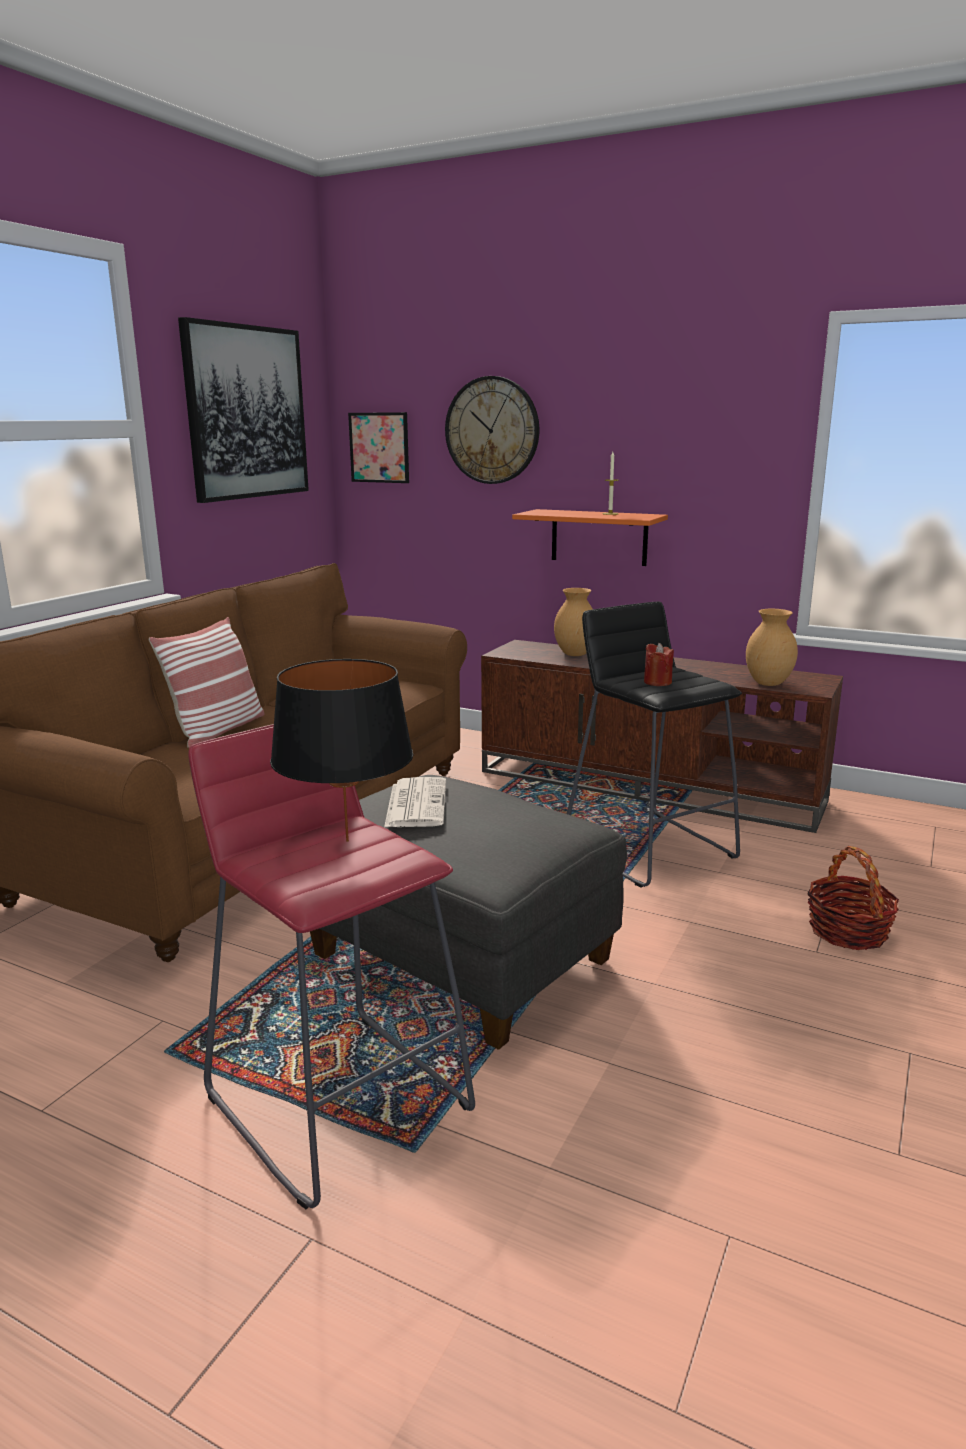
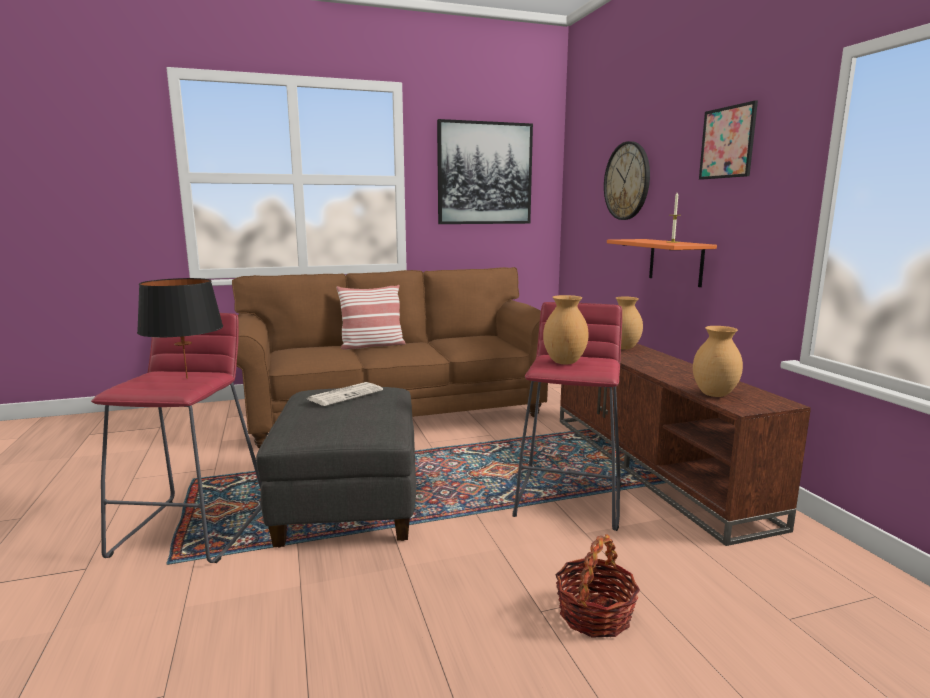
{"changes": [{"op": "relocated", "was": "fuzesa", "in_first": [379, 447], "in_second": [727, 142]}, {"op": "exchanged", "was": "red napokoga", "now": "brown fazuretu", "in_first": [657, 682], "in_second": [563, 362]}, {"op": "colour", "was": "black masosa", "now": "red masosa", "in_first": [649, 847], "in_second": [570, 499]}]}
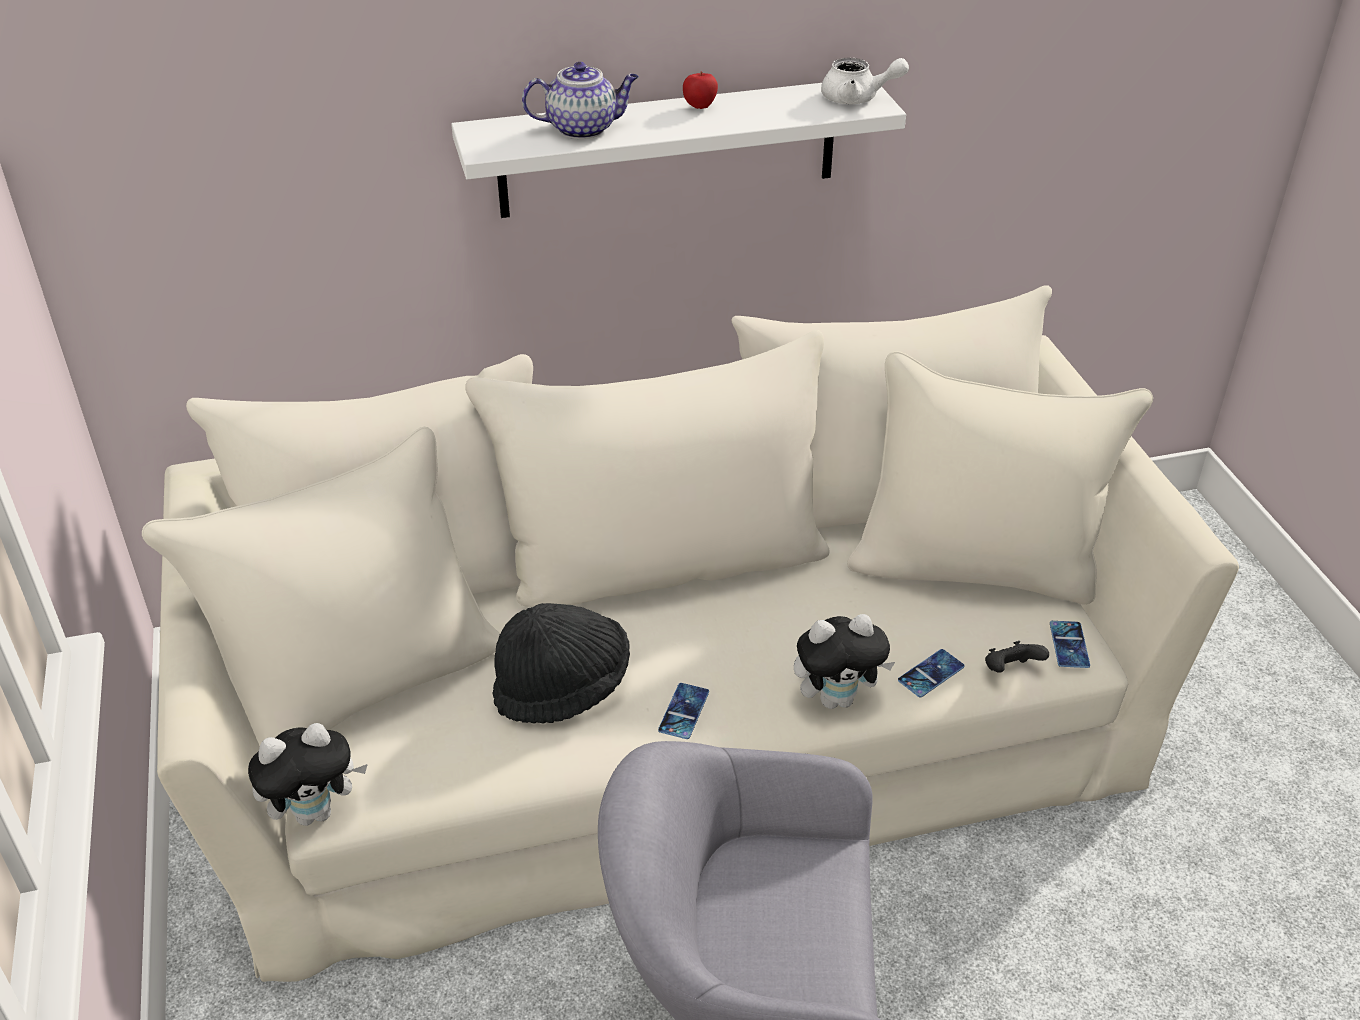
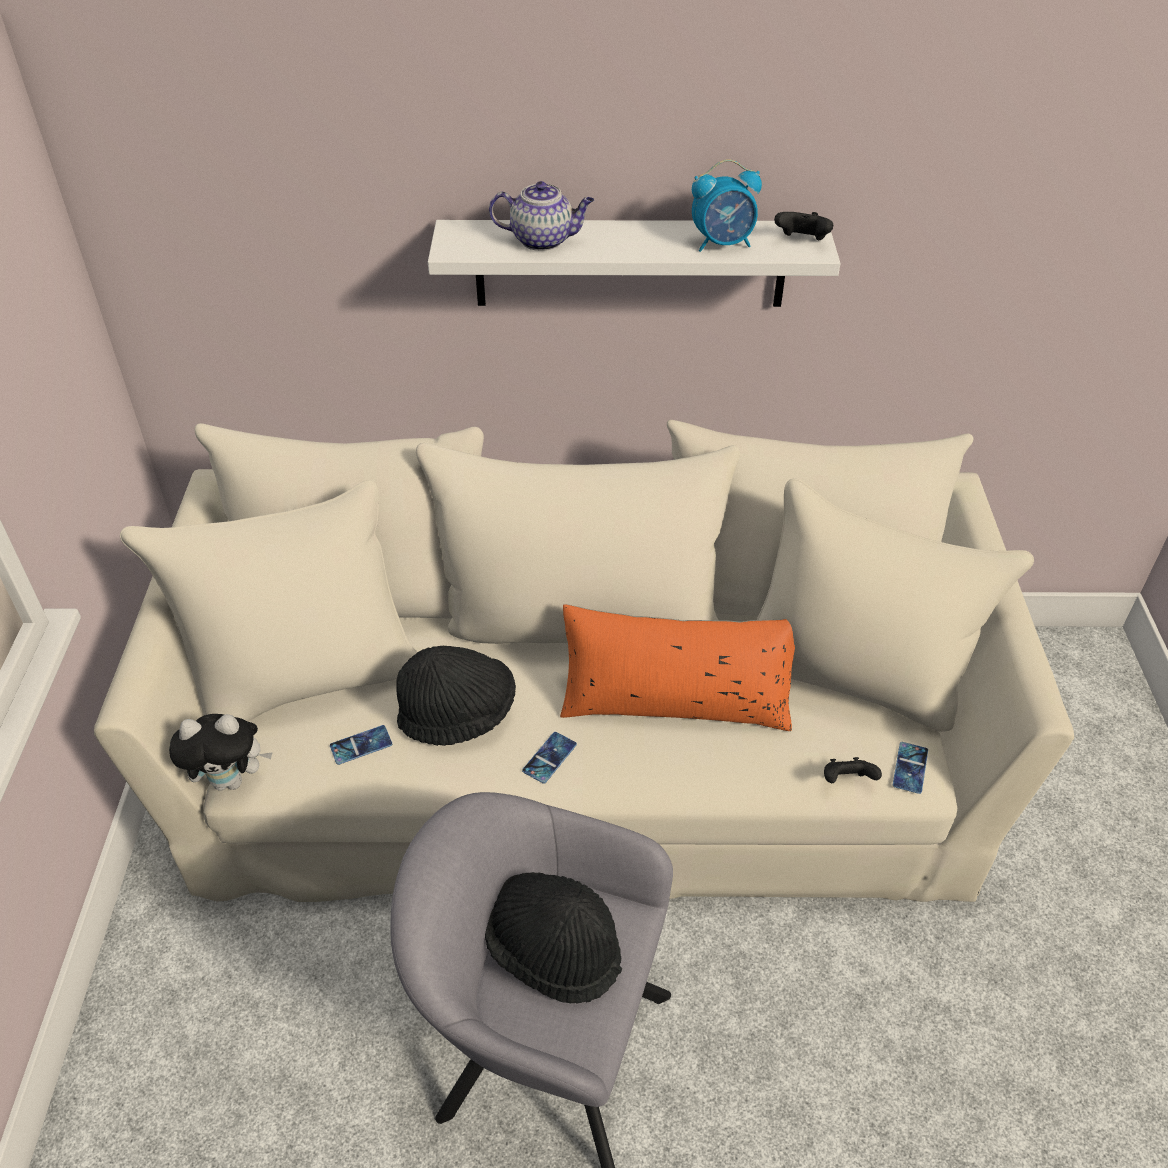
{"changes": [{"op": "missing", "was": "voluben", "in_first": [699, 107]}, {"op": "missing", "was": "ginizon", "in_first": [837, 698]}, {"op": "appeared", "now": "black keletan", "in_second": [553, 950]}, {"op": "appeared", "now": "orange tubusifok", "in_second": [675, 701]}, {"op": "appeared", "now": "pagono", "in_second": [723, 244]}, {"op": "relocated", "was": "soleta", "in_first": [931, 673], "in_second": [361, 745]}, {"op": "exchanged", "was": "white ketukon", "now": "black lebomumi", "in_first": [857, 98], "in_second": [802, 241]}]}
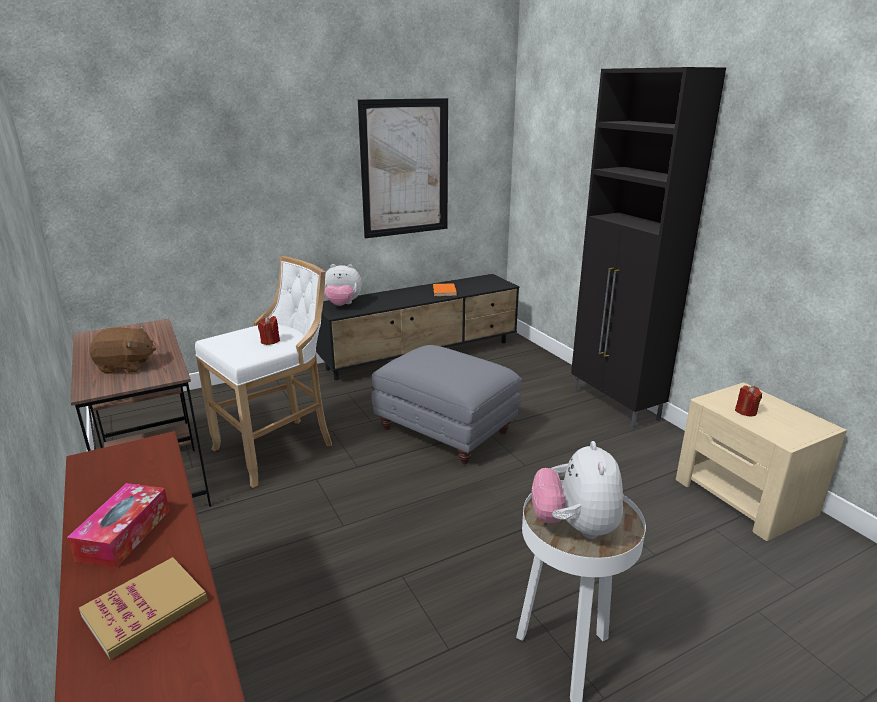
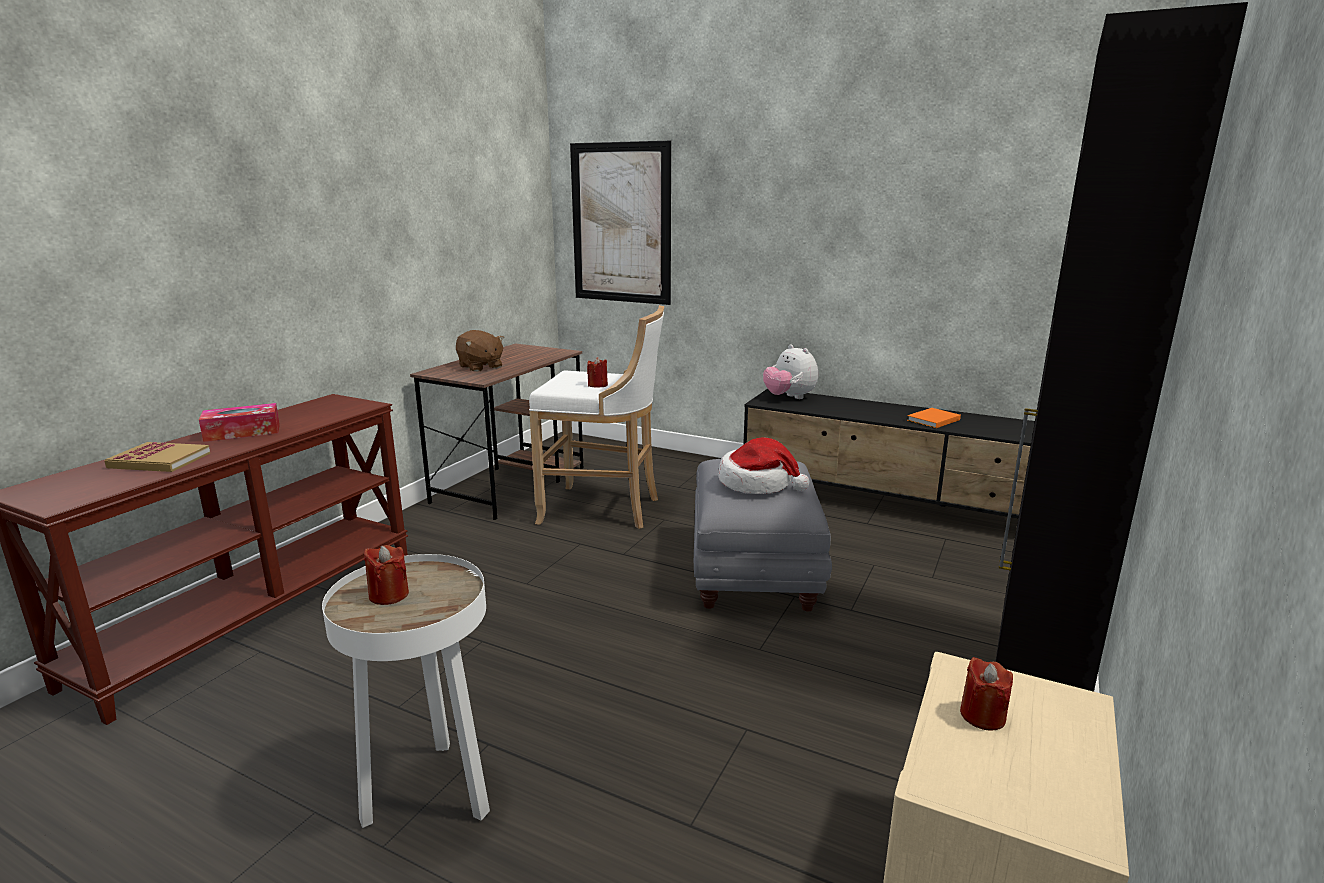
{"changes": [{"op": "appeared", "now": "keletan", "in_second": [757, 483]}, {"op": "relocated", "was": "fuzesa", "in_first": [405, 168], "in_second": [621, 224]}, {"op": "exchanged", "was": "ginizon", "now": "red napokoga", "in_first": [575, 527], "in_second": [389, 595]}]}
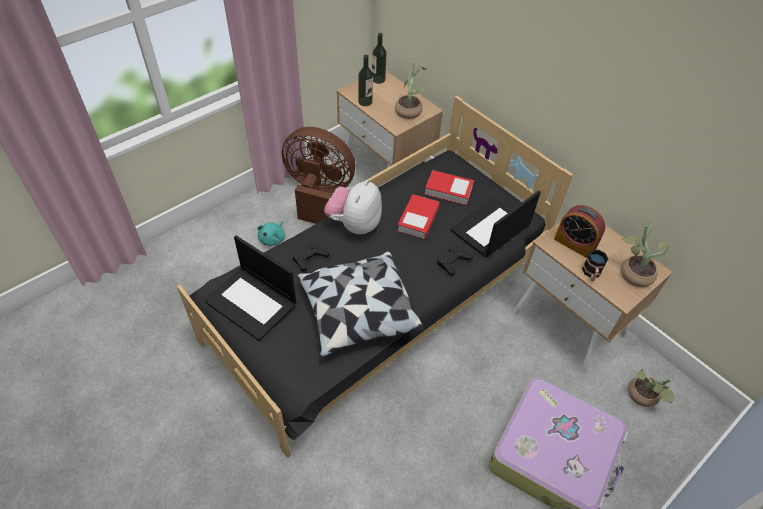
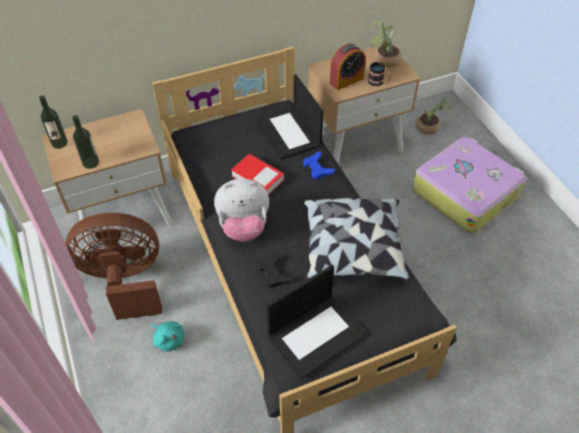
{"changes": [{"op": "missing", "was": "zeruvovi", "in_first": [409, 109]}, {"op": "missing", "was": "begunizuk", "in_first": [448, 190]}, {"op": "colour", "was": "black lebomumi", "now": "blue lebomumi", "in_first": [453, 262], "in_second": [317, 168]}, {"op": "spun", "was": "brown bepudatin", "in_first": [319, 196], "in_second": [125, 281], "clockwise": 45}, {"op": "spun", "was": "ginizon", "in_first": [354, 224], "in_second": [243, 227], "clockwise": -45}]}
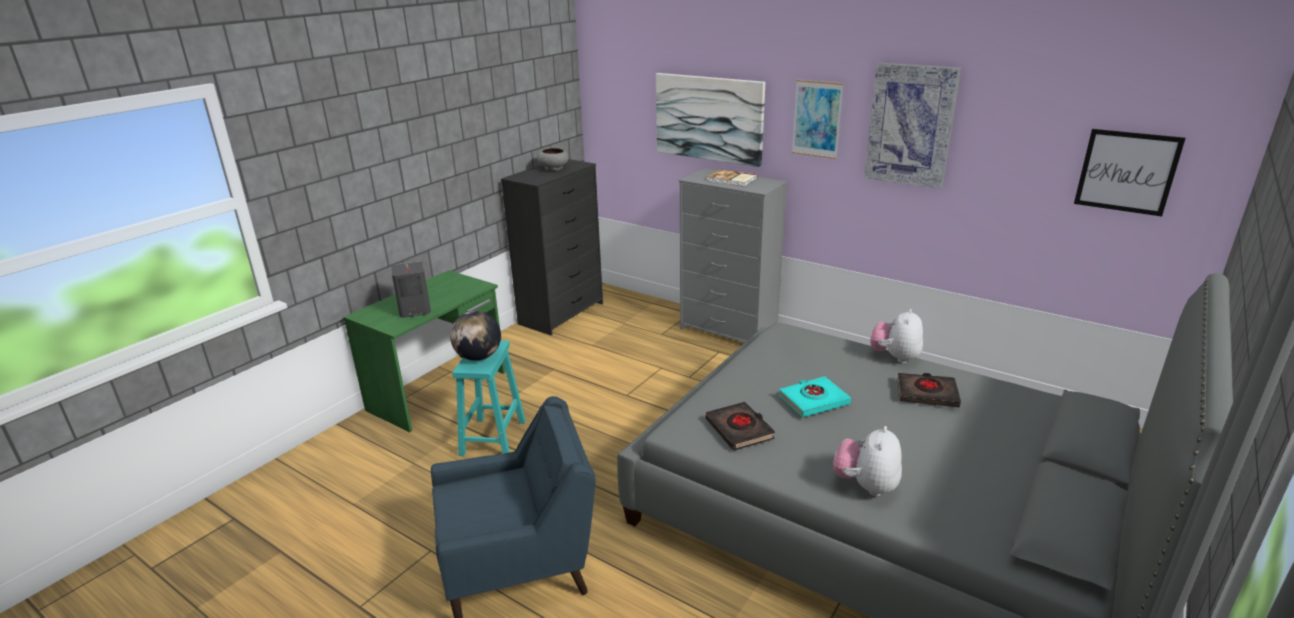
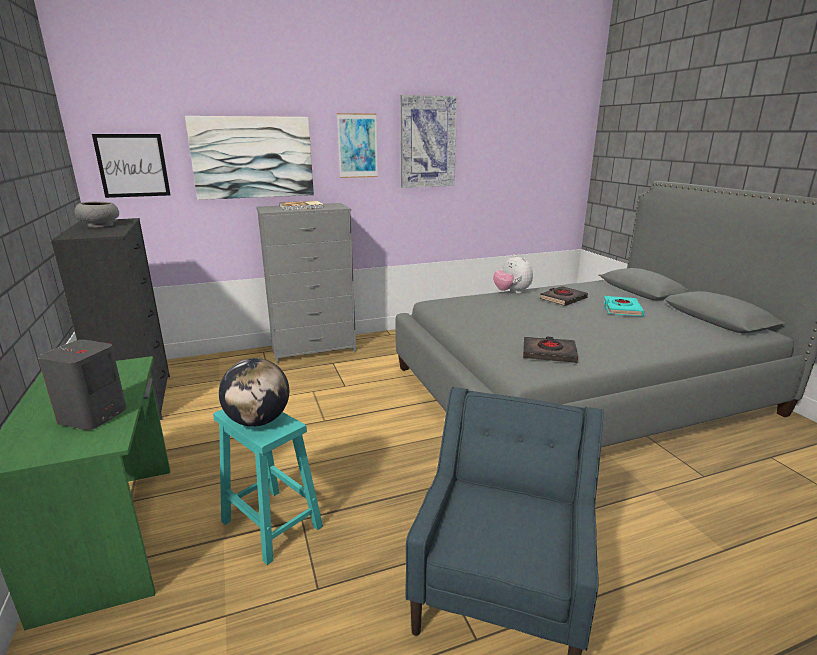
{"changes": [{"op": "missing", "was": "ginizon", "in_first": [866, 486]}, {"op": "relocated", "was": "turquoise begunizuk", "in_first": [813, 400], "in_second": [622, 309]}, {"op": "relocated", "was": "fuzesa", "in_first": [1127, 172], "in_second": [132, 165]}]}
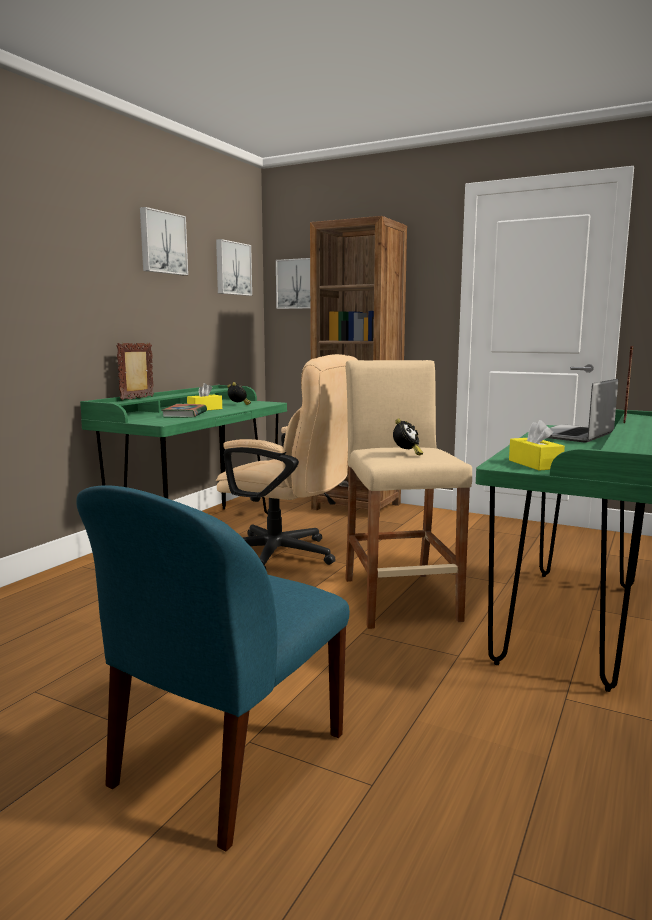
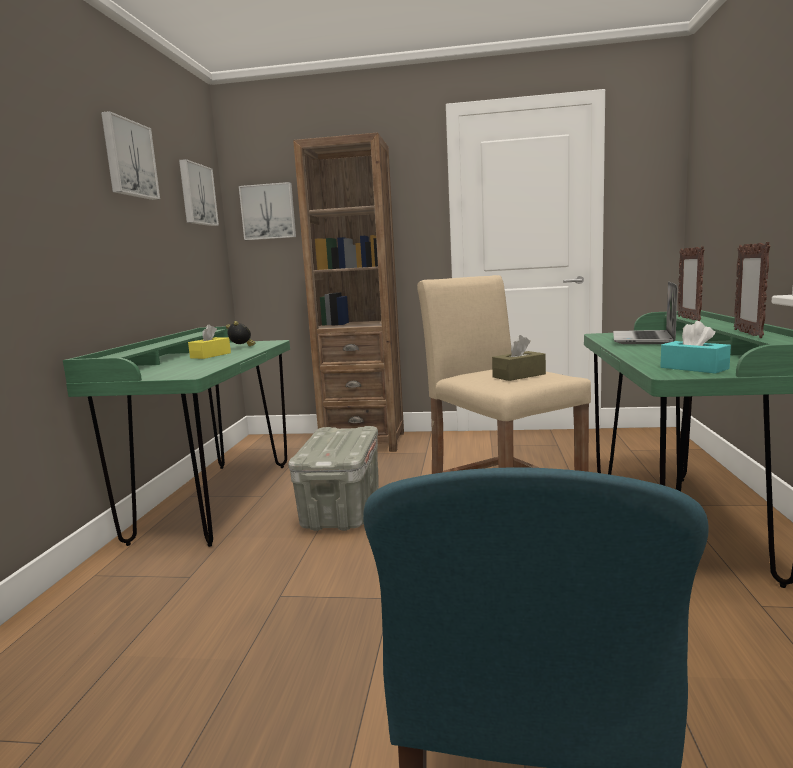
{"changes": [{"op": "missing", "was": "begunizuk", "in_first": [185, 414]}, {"op": "relocated", "was": "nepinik", "in_first": [137, 398], "in_second": [748, 334]}, {"op": "exchanged", "was": "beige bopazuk", "now": "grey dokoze", "in_first": [287, 556], "in_second": [342, 509]}, {"op": "exchanged", "was": "pagono", "now": "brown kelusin", "in_first": [407, 454], "in_second": [519, 375]}, {"op": "colour", "was": "yellow kelusin", "now": "turquoise kelusin", "in_first": [535, 464], "in_second": [694, 368]}]}
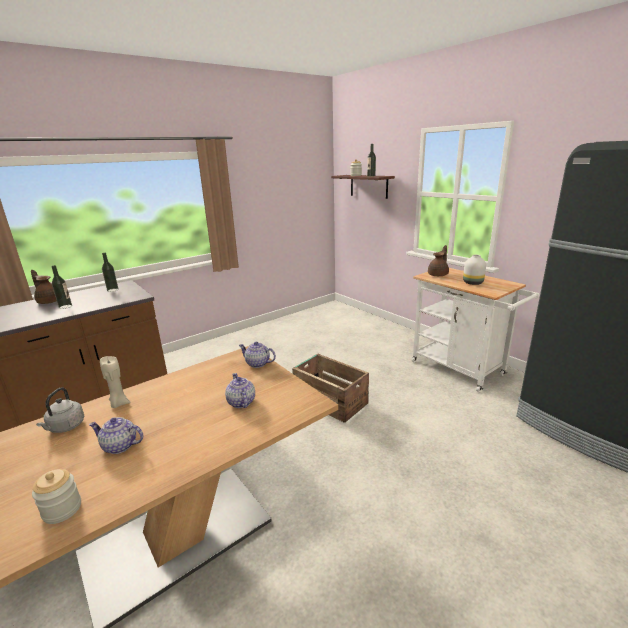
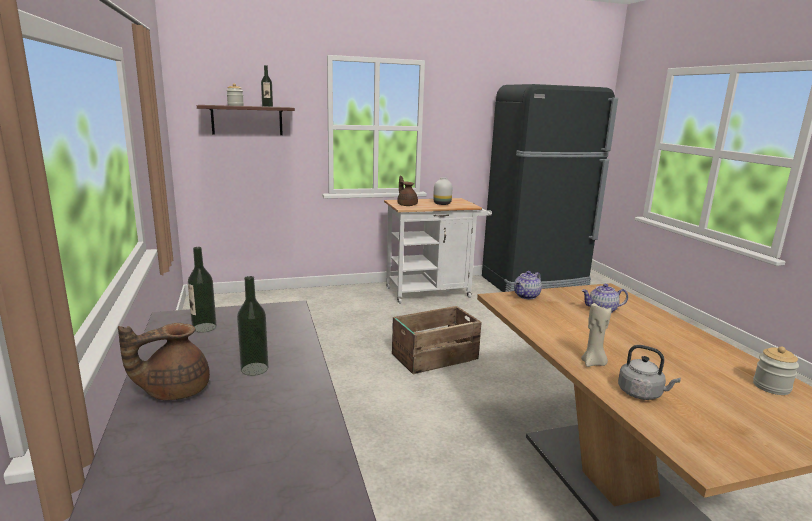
{"changes": [{"op": "missing", "was": "ketukon", "in_first": [119, 446]}]}
